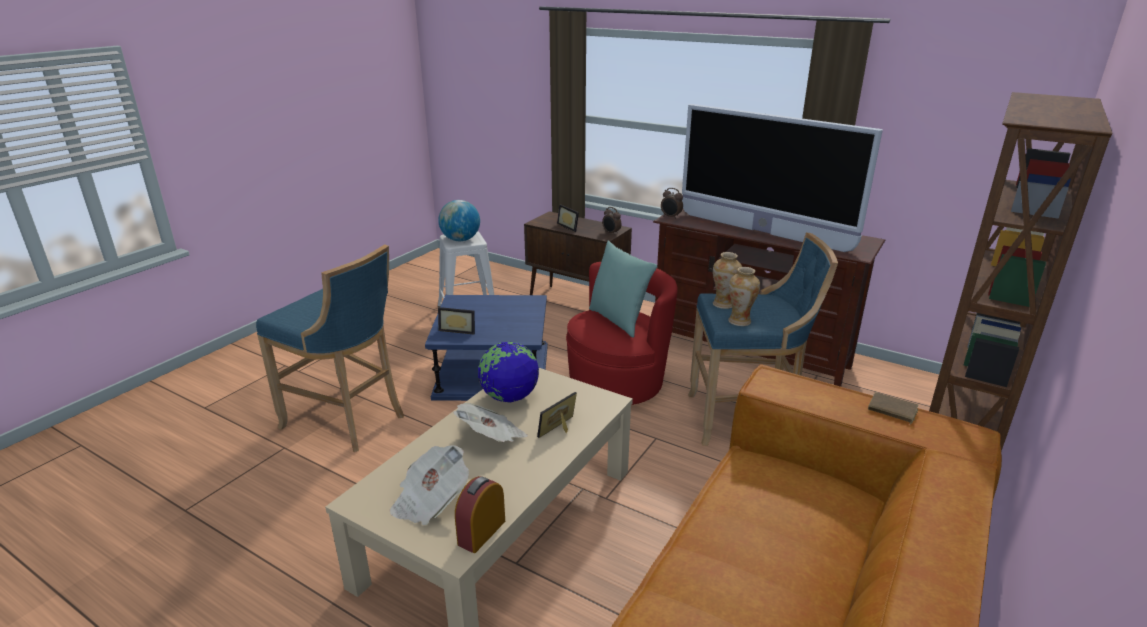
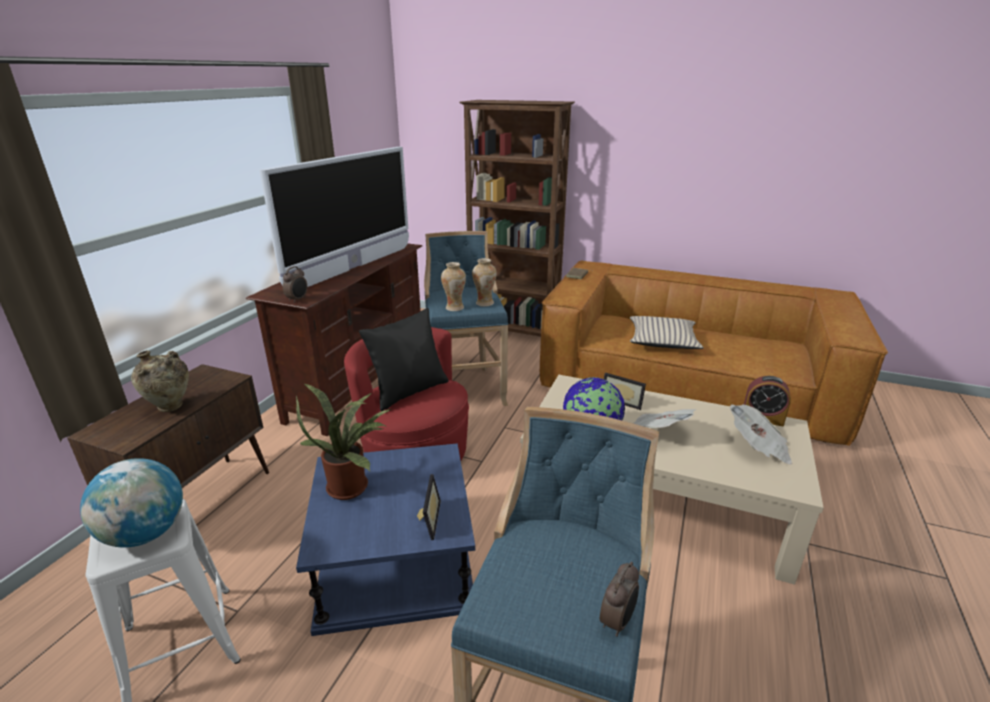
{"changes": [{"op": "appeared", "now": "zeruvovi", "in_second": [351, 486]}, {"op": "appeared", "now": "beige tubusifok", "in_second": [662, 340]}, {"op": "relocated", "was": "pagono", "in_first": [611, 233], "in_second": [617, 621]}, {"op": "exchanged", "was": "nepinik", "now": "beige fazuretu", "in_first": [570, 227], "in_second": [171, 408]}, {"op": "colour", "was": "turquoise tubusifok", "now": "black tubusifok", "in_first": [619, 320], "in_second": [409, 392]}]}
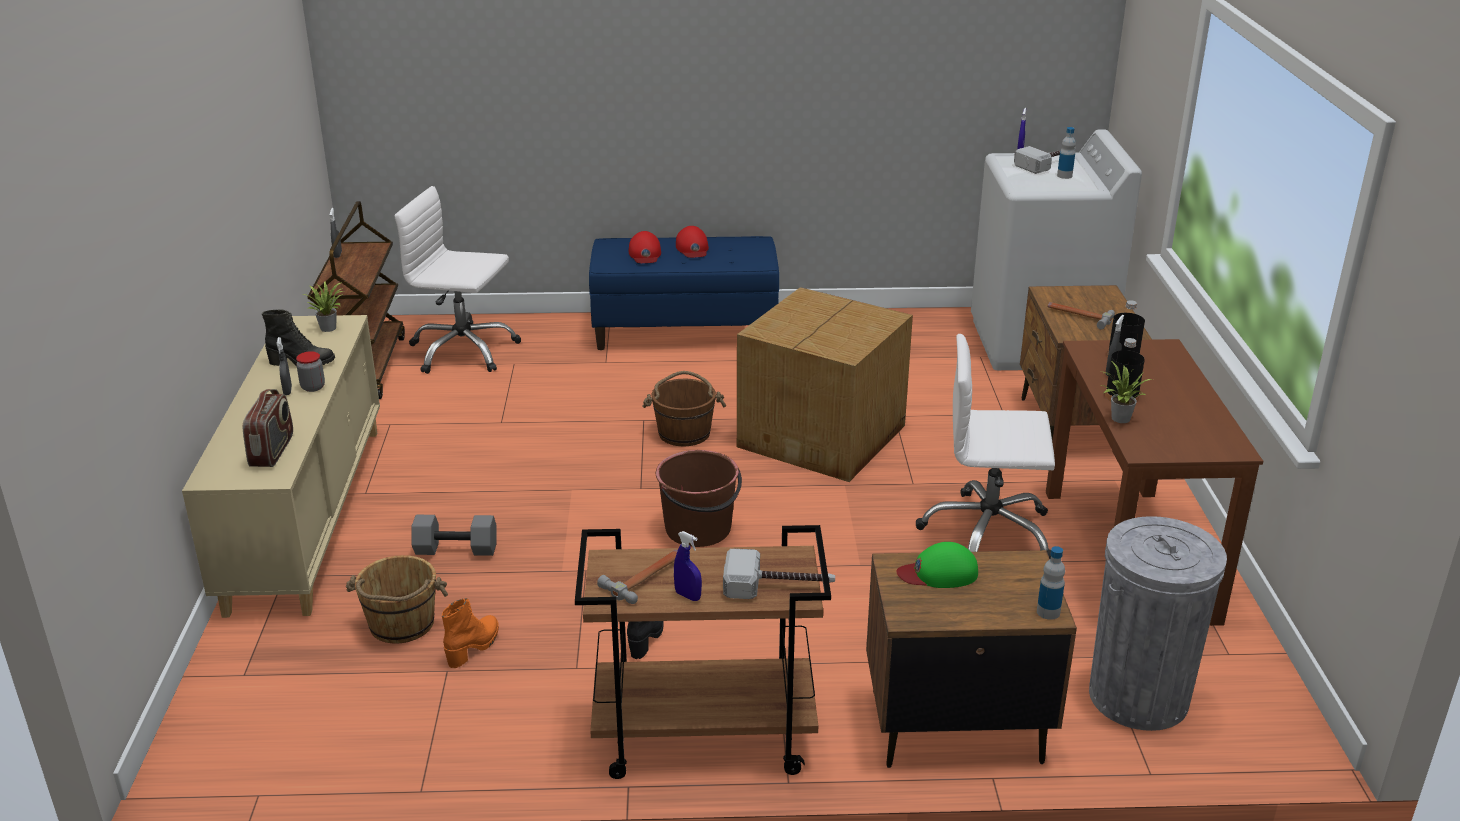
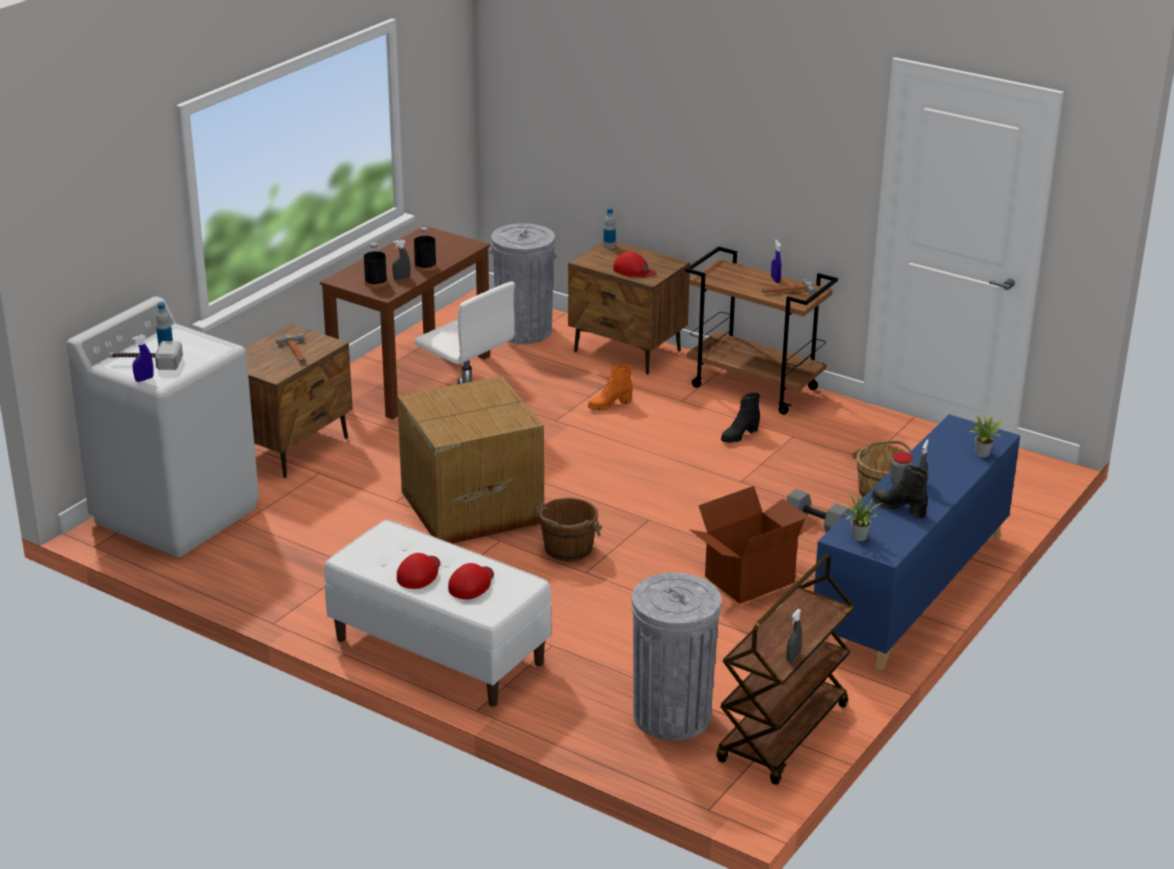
{"changes": [{"op": "missing", "was": "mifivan", "in_first": [272, 451]}, {"op": "missing", "was": "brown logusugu", "in_first": [699, 529]}, {"op": "missing", "was": "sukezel", "in_first": [779, 586]}, {"op": "appeared", "now": "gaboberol", "in_second": [748, 579]}, {"op": "relocated", "was": "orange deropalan", "in_first": [474, 647], "in_second": [609, 405]}, {"op": "relocated", "was": "zeruvovi", "in_first": [1118, 419], "in_second": [984, 454]}, {"op": "exchanged", "was": "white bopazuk", "now": "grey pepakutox", "in_first": [463, 351], "in_second": [672, 716]}, {"op": "colour", "was": "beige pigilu", "now": "blue pigilu", "in_first": [307, 515], "in_second": [911, 590]}, {"op": "colour", "was": "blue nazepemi", "now": "white nazepemi", "in_first": [686, 331], "in_second": [437, 651]}, {"op": "colour", "was": "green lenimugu", "now": "red lenimugu", "in_first": [938, 573], "in_second": [634, 271]}]}
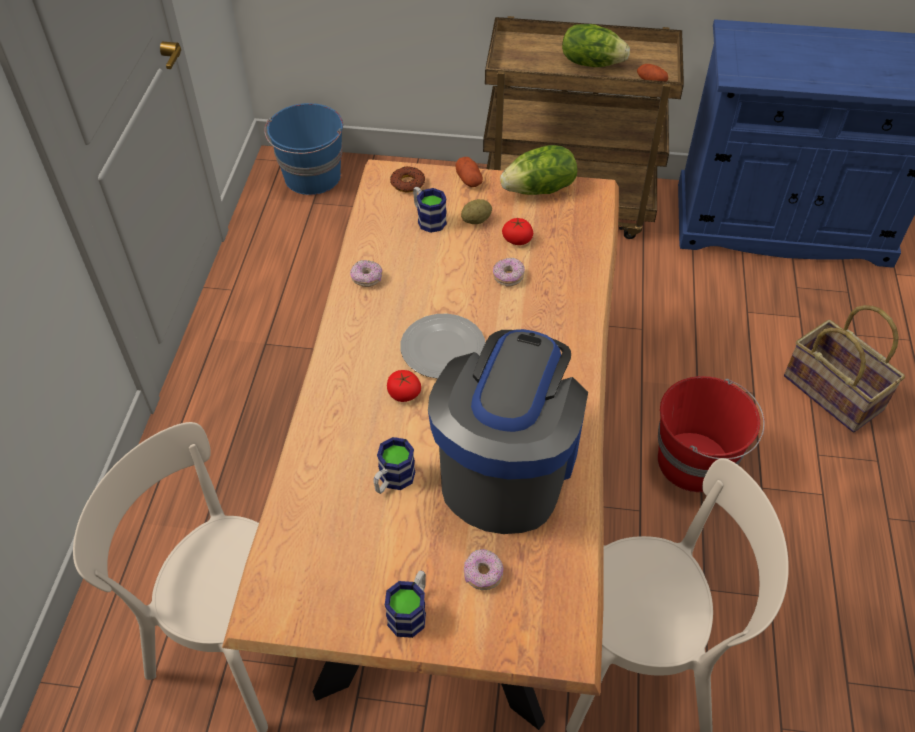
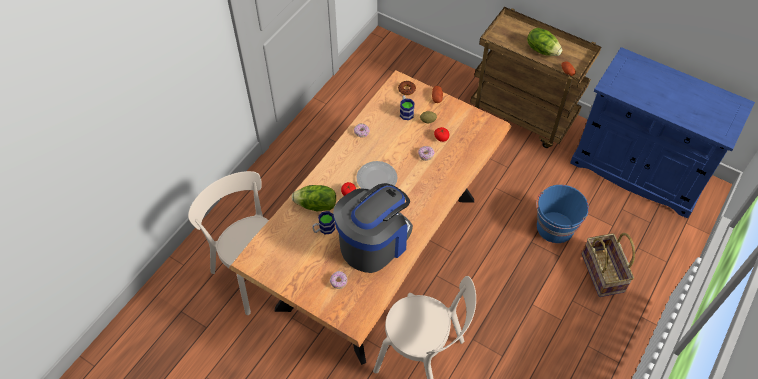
{"changes": [{"op": "missing", "was": "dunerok", "in_first": [410, 611]}, {"op": "missing", "was": "red logusugu", "in_first": [695, 462]}, {"op": "relocated", "was": "blue logusugu", "in_first": [312, 177], "in_second": [555, 228]}, {"op": "relocated", "was": "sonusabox", "in_first": [540, 190], "in_second": [316, 205]}]}
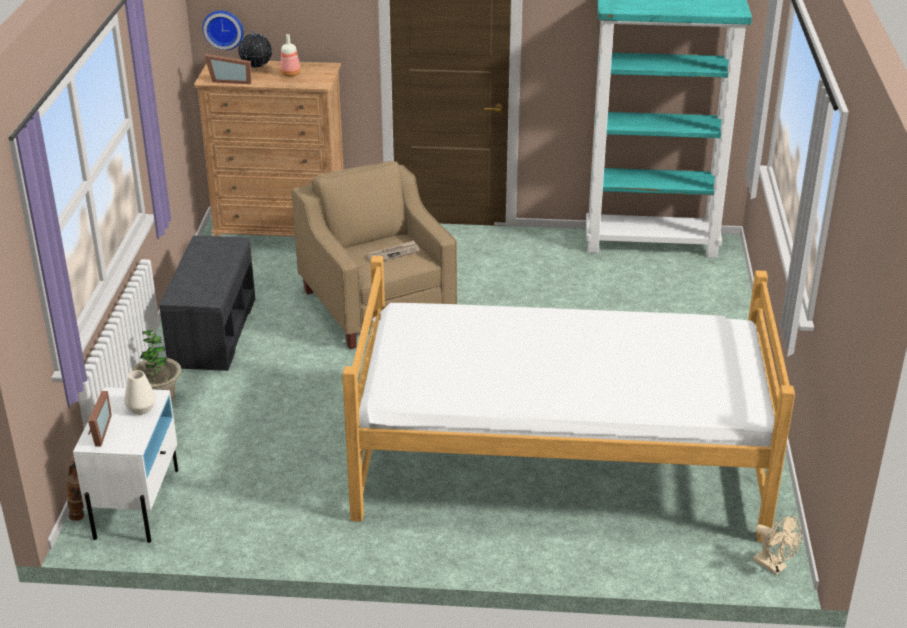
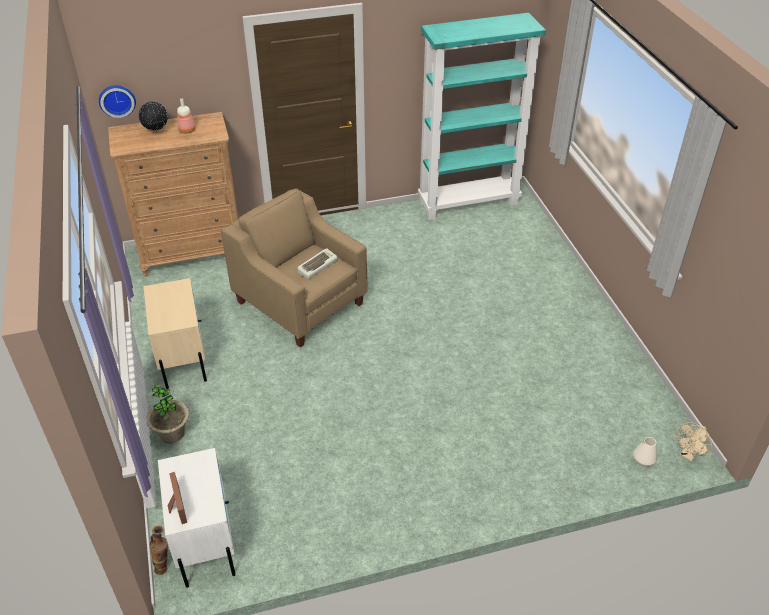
{"changes": [{"op": "missing", "was": "nepinik", "in_first": [231, 80]}, {"op": "missing", "was": "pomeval", "in_first": [559, 463]}, {"op": "relocated", "was": "white fazuretu", "in_first": [141, 408], "in_second": [643, 461]}, {"op": "exchanged", "was": "grey nazepemi", "now": "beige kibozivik", "in_first": [212, 331], "in_second": [182, 357]}, {"op": "exchanged", "was": "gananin", "now": "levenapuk", "in_first": [393, 253], "in_second": [317, 266]}, {"op": "spun", "was": "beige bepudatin", "in_first": [774, 566], "in_second": [689, 454], "clockwise": 105}]}
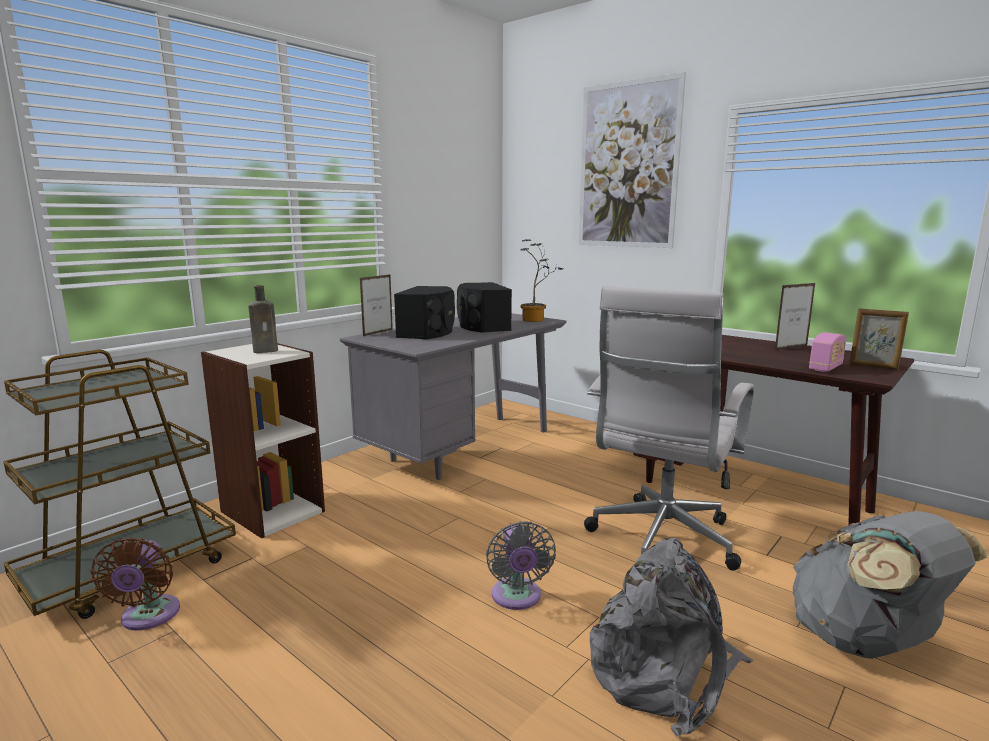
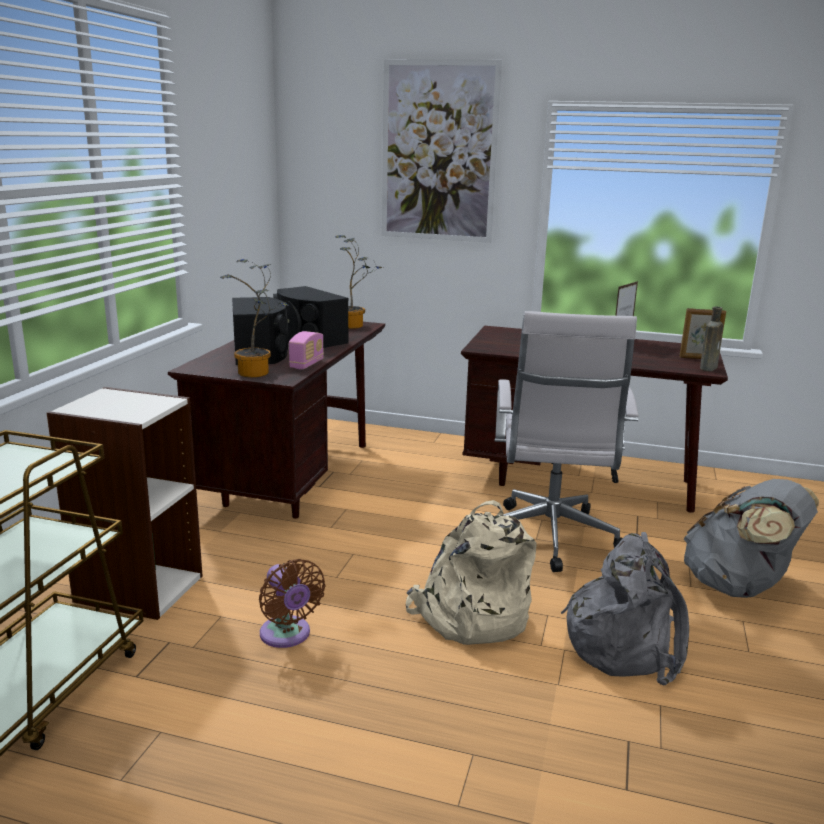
{"changes": [{"op": "missing", "was": "nepinik", "in_first": [378, 333]}, {"op": "appeared", "now": "zeruvovi", "in_second": [257, 373]}, {"op": "relocated", "was": "brown bepudatin", "in_first": [148, 617], "in_second": [287, 635]}, {"op": "relocated", "was": "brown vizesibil", "in_first": [267, 351], "in_second": [708, 368]}, {"op": "relocated", "was": "mifivan", "in_first": [825, 368], "in_second": [307, 364]}, {"op": "exchanged", "was": "grey bepudatin", "now": "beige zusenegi", "in_first": [517, 598], "in_second": [470, 616]}, {"op": "colour", "was": "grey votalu", "now": "brown votalu", "in_first": [463, 449], "in_second": [293, 479]}]}
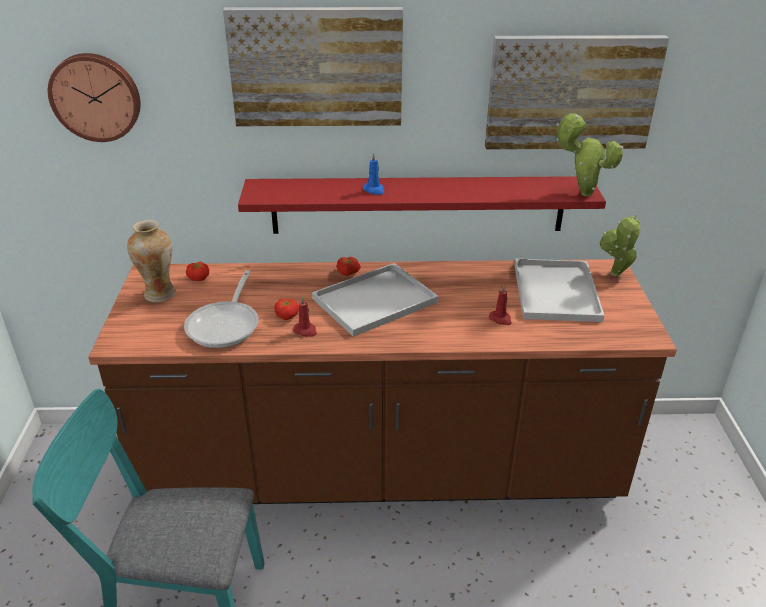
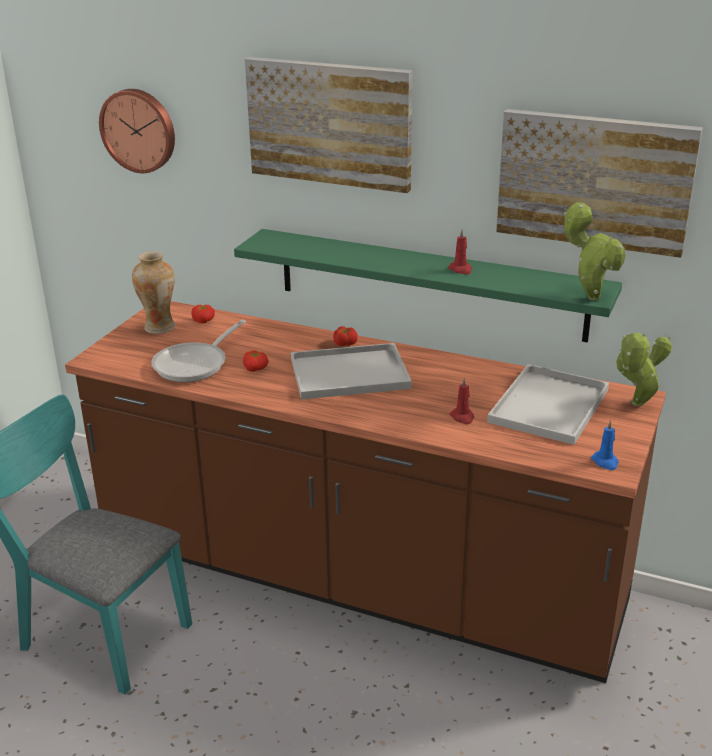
{"changes": [{"op": "relocated", "was": "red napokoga", "in_first": [305, 331], "in_second": [460, 269]}, {"op": "relocated", "was": "blue napokoga", "in_first": [374, 190], "in_second": [605, 462]}, {"op": "colour", "was": "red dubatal", "now": "green dubatal", "in_first": [418, 205], "in_second": [429, 284]}]}
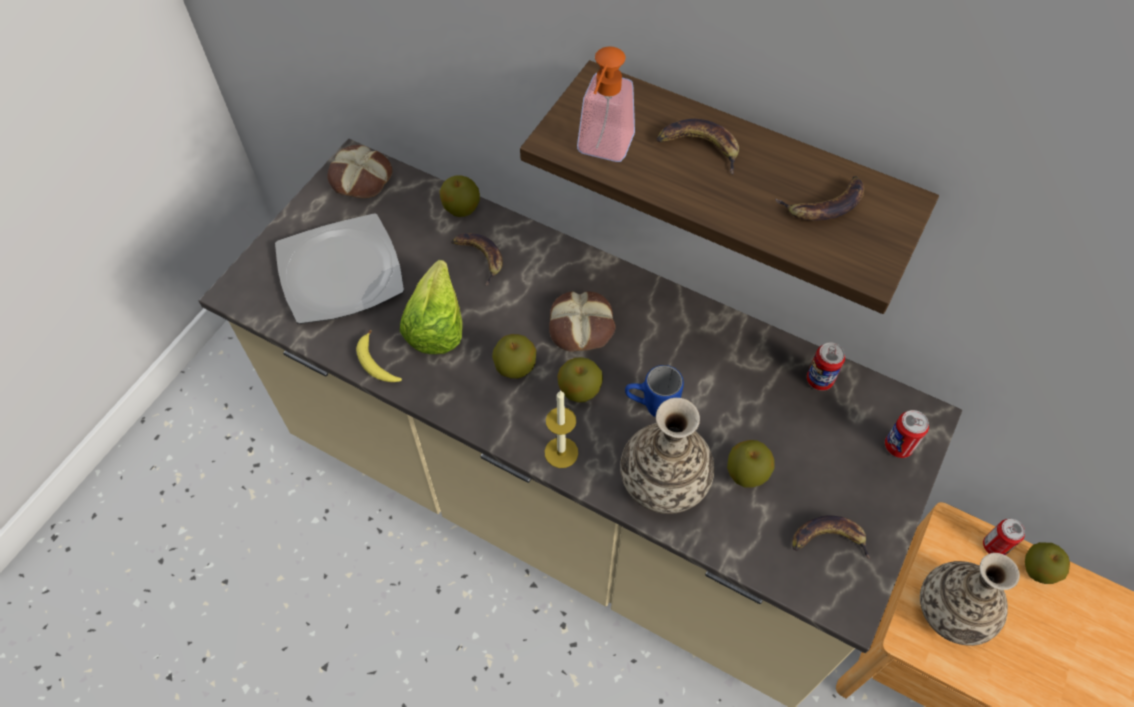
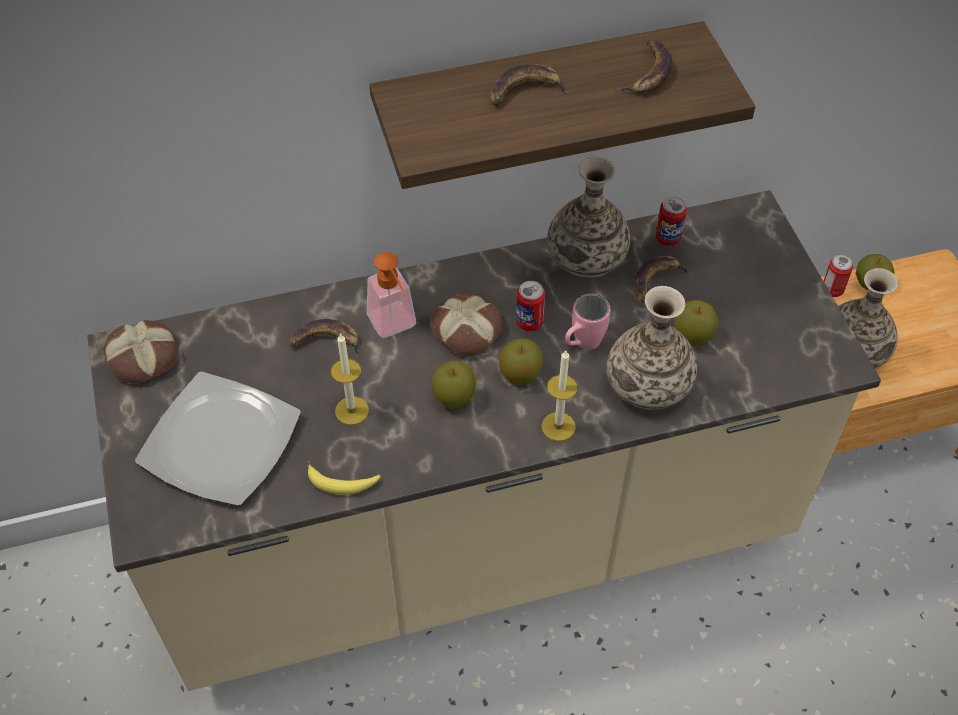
{"changes": [{"op": "missing", "was": "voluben", "in_first": [461, 208]}, {"op": "appeared", "now": "fazuretu", "in_second": [587, 257]}, {"op": "relocated", "was": "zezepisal", "in_first": [602, 151], "in_second": [395, 326]}, {"op": "relocated", "was": "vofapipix", "in_first": [828, 540], "in_second": [656, 281]}, {"op": "relocated", "was": "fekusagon", "in_first": [898, 446], "in_second": [529, 322]}, {"op": "exchanged", "was": "sonusabox", "now": "napokoga", "in_first": [440, 319], "in_second": [352, 410]}, {"op": "colour", "was": "blue dunerok", "now": "pink dunerok", "in_first": [650, 407], "in_second": [582, 345]}]}
